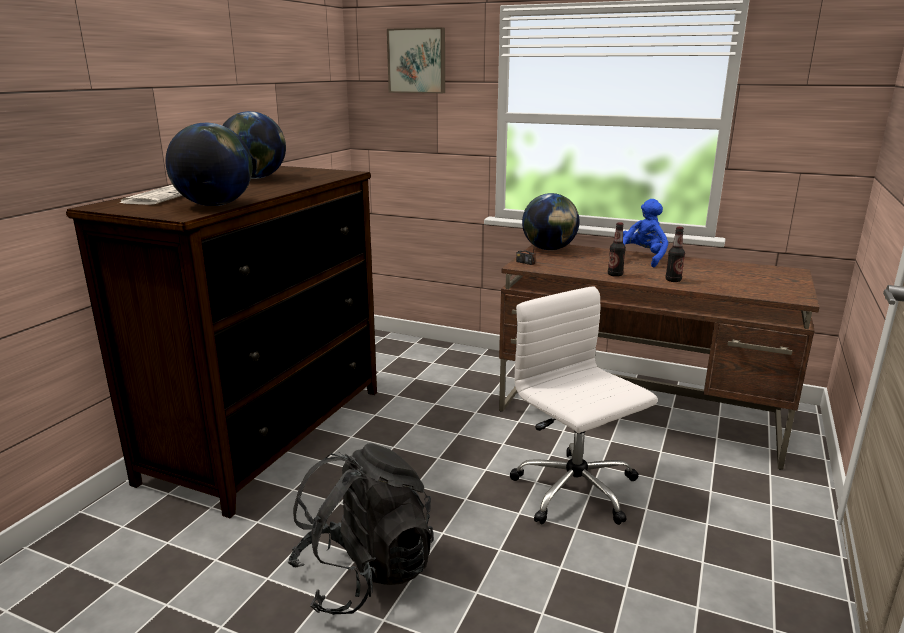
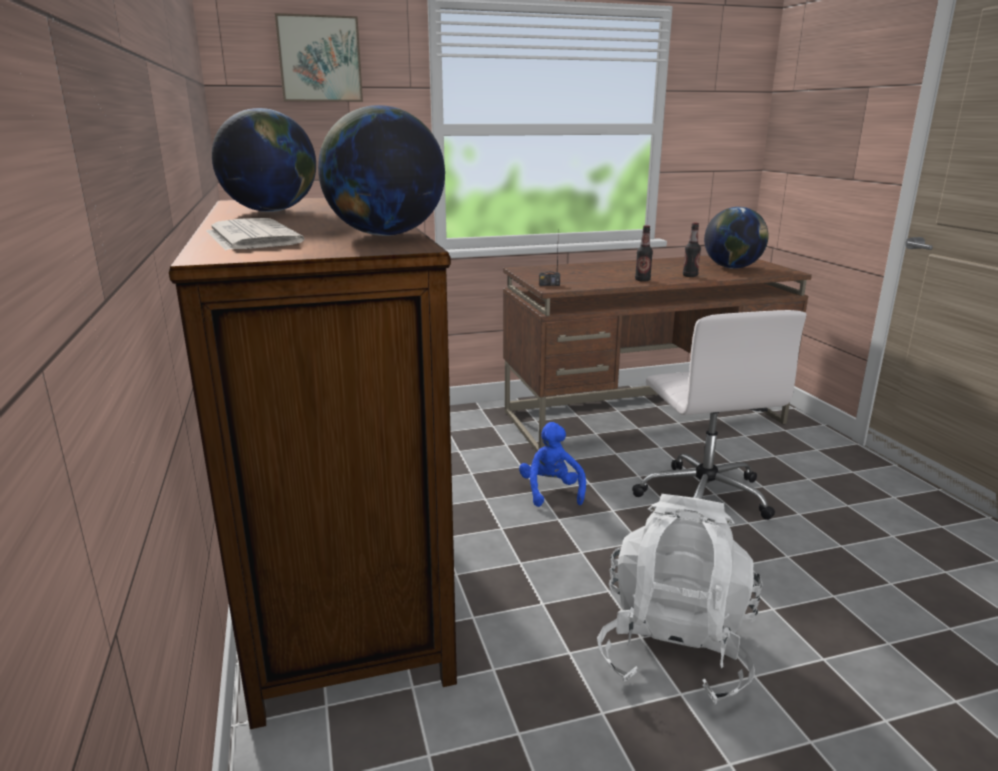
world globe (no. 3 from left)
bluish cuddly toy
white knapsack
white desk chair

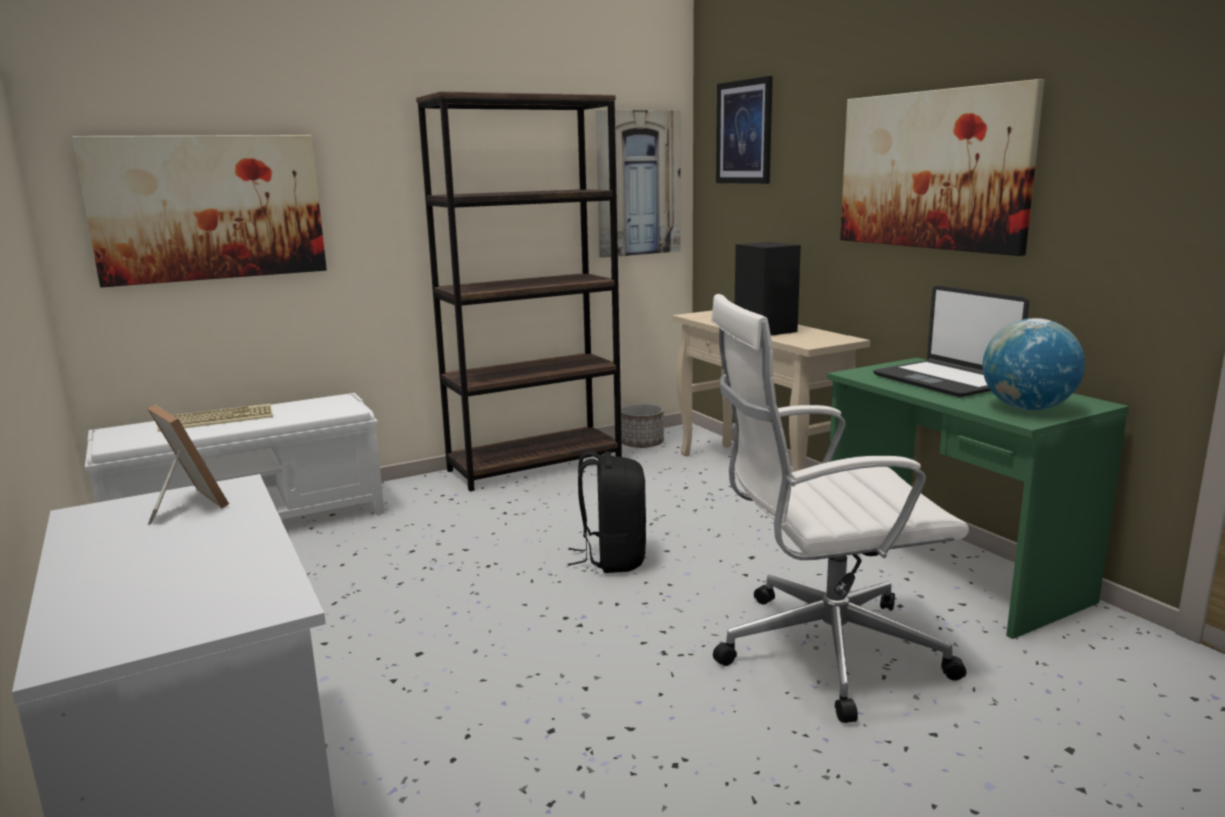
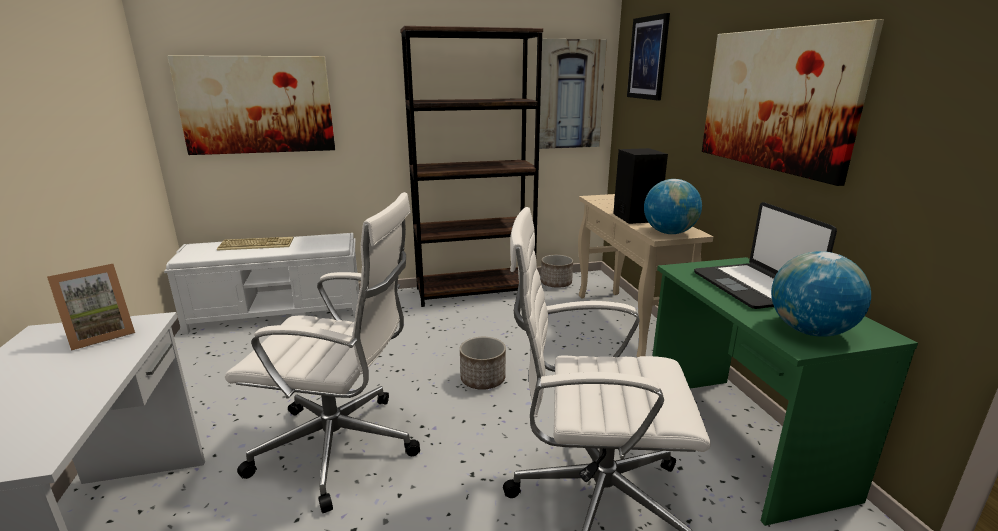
white desk chair (no. 1 from left)
world globe (no. 1 from left)
flower pot (no. 1 from left)
photo frame

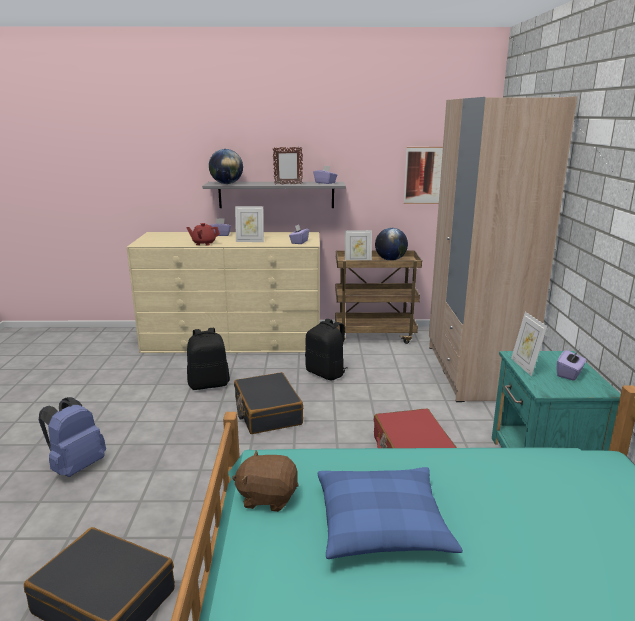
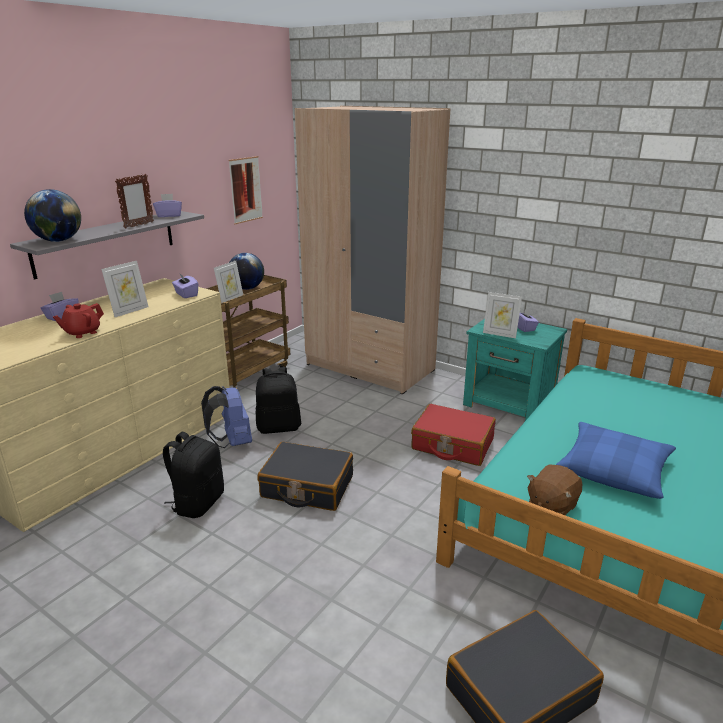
bluish knapsack

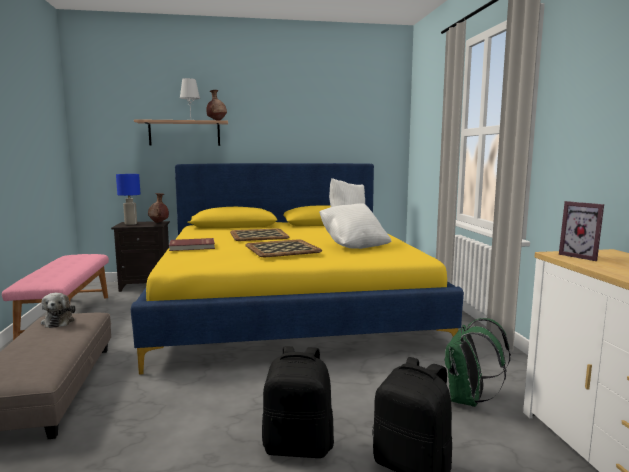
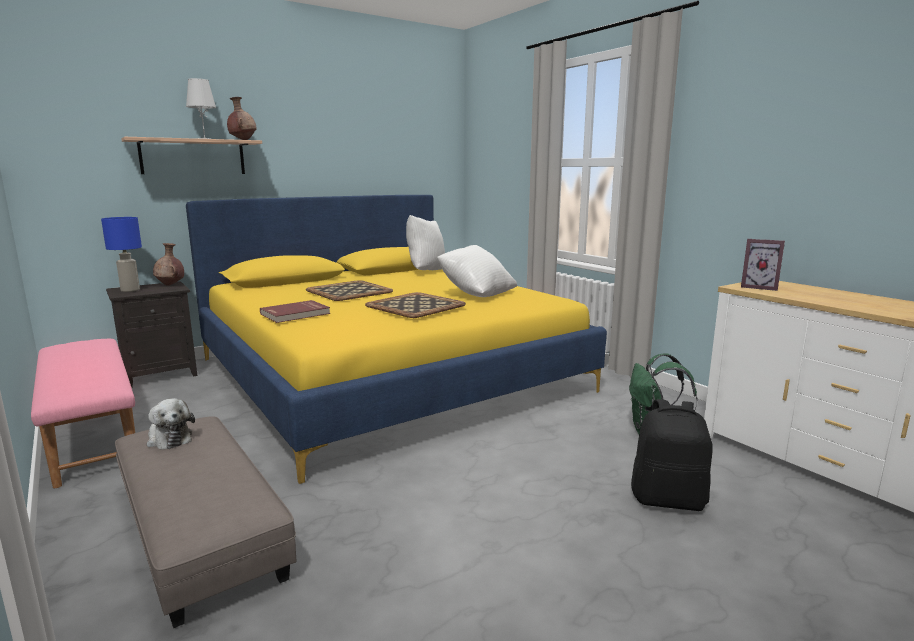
black knapsack (no. 1 from left in the first image)

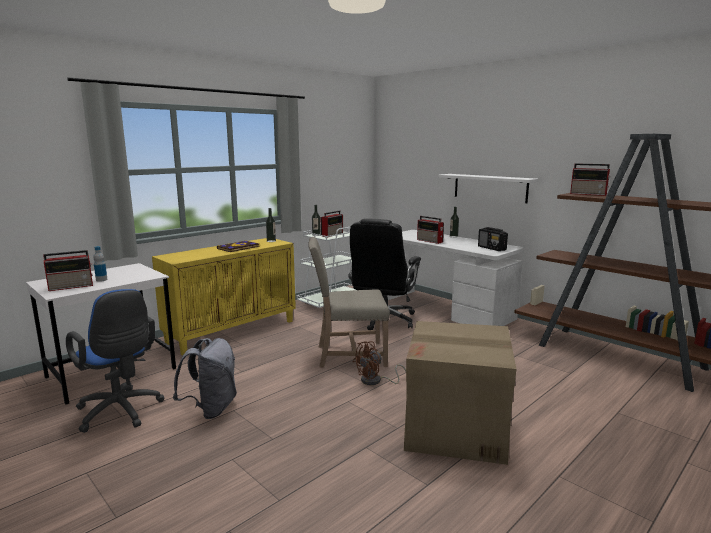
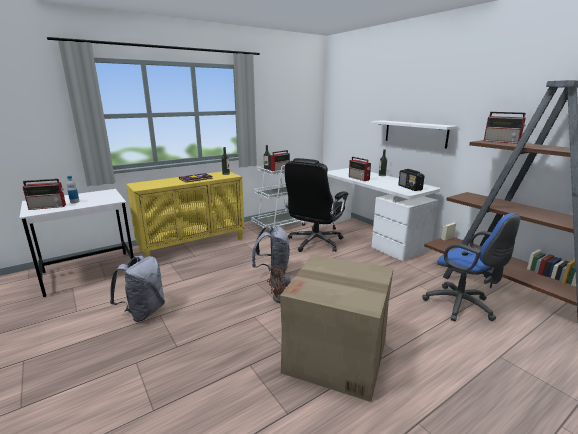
bluish desk chair
gray knapsack (no. 2 from left)

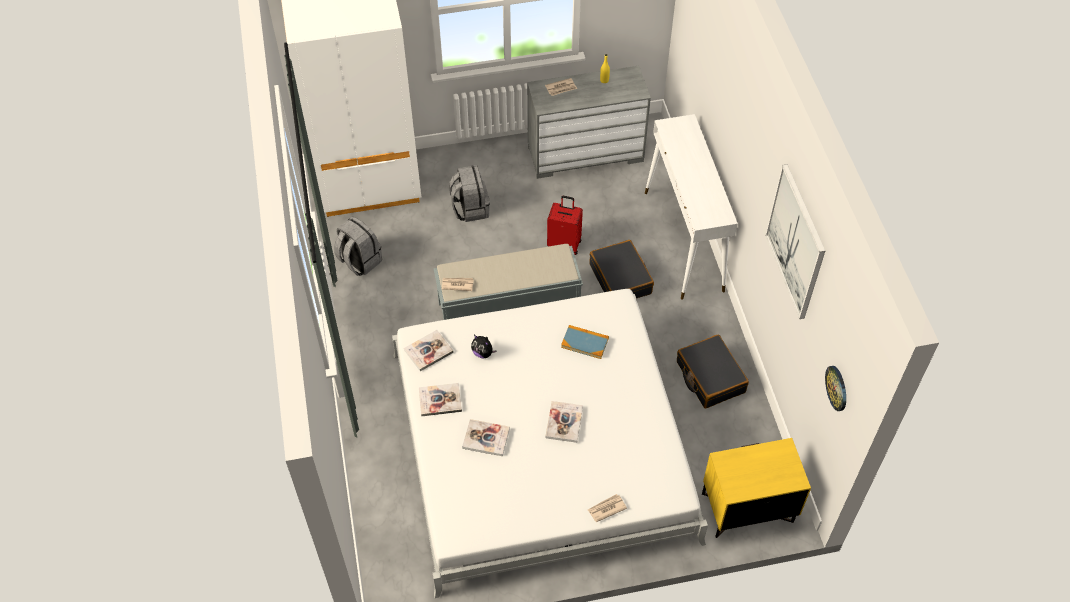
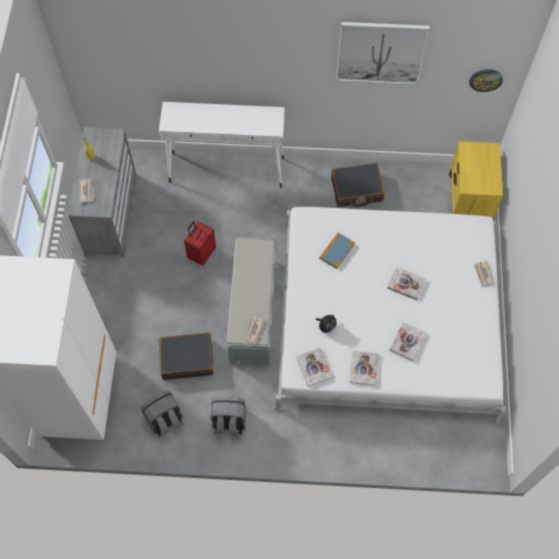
gray knapsack (no. 2 from left)
black travel case (no. 1 from left)

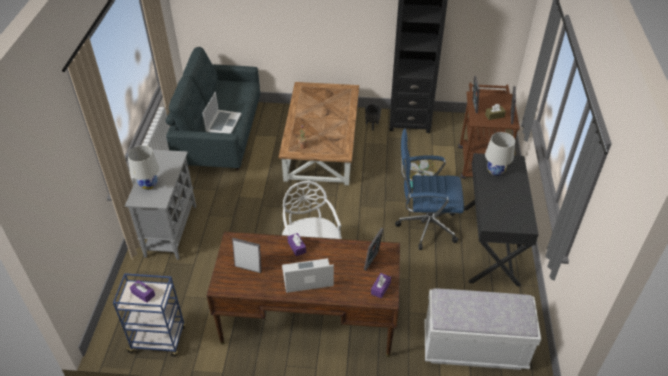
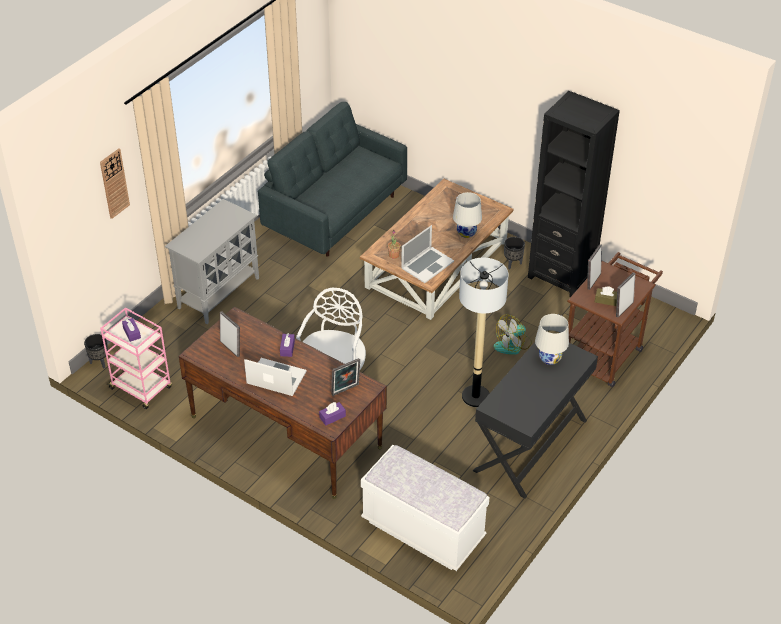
black flower pot (no. 1 from left)
wall clock
white lamp for a table (no. 1 from left)
portable computer (no. 2 from left)
standard lamp
pinkish trolley

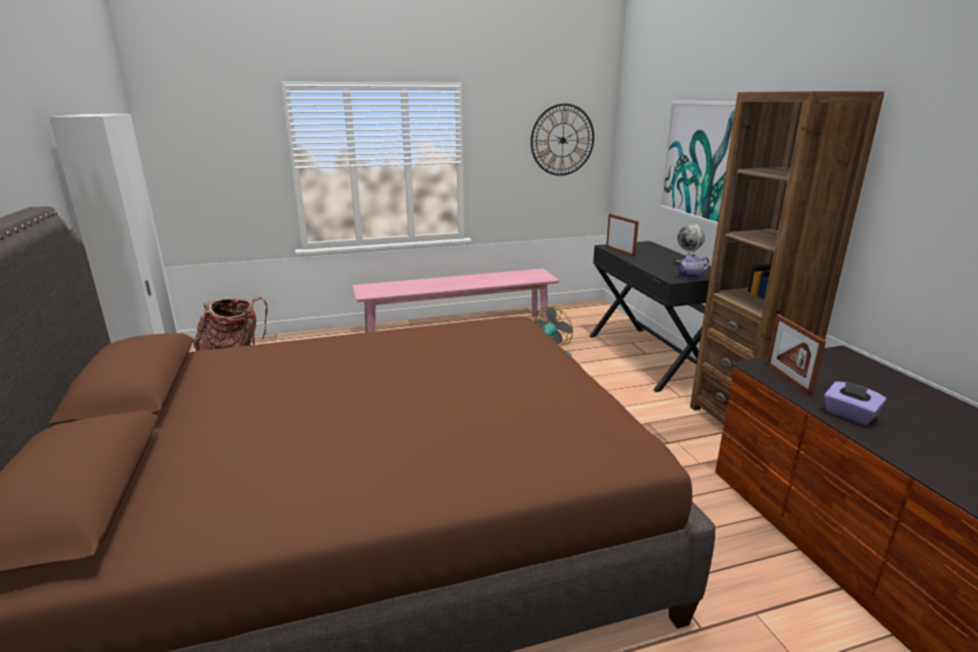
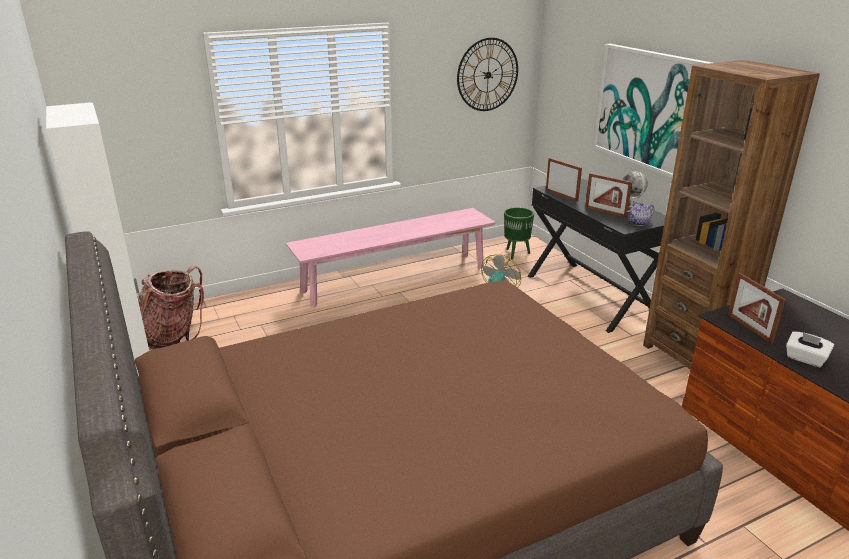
green-coloured flower pot
photo frame (no. 2 from left)
white tissue holder

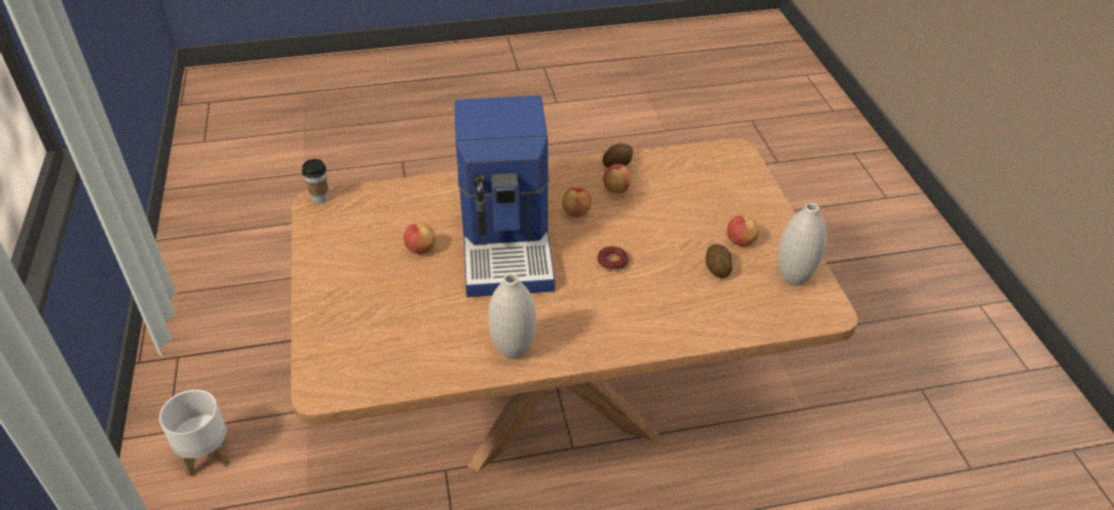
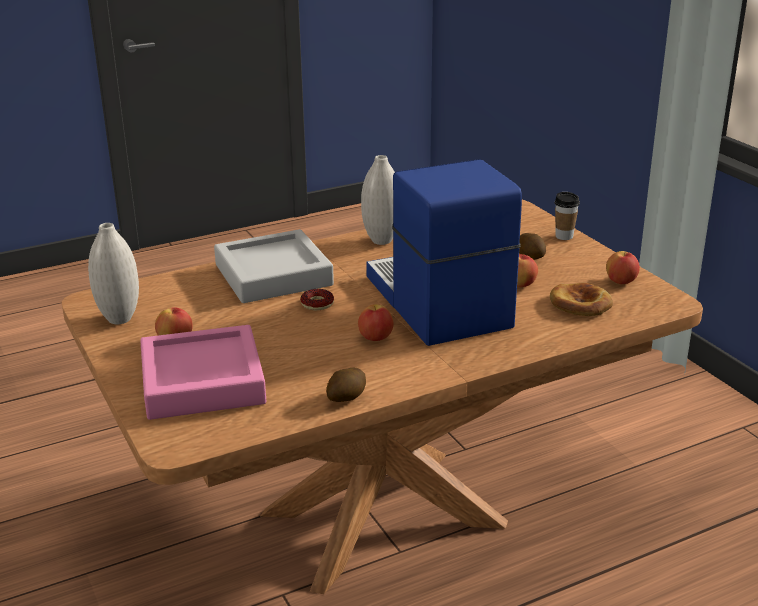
white flower pot
pinkish carrying tray
gray carrying tray
baked bread
drinking cup
whole apple (no. 4 from left)
spud (no. 2 from left)

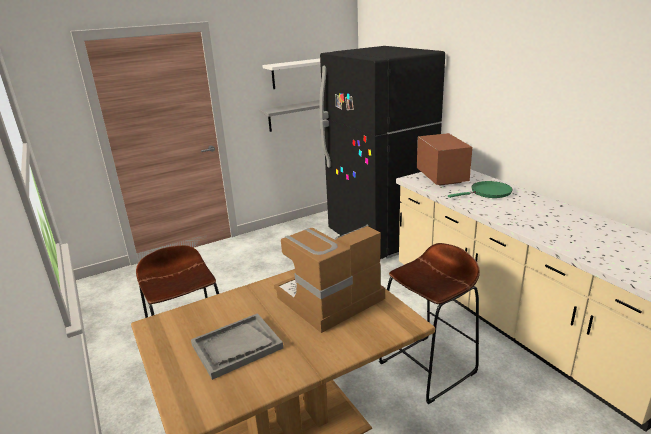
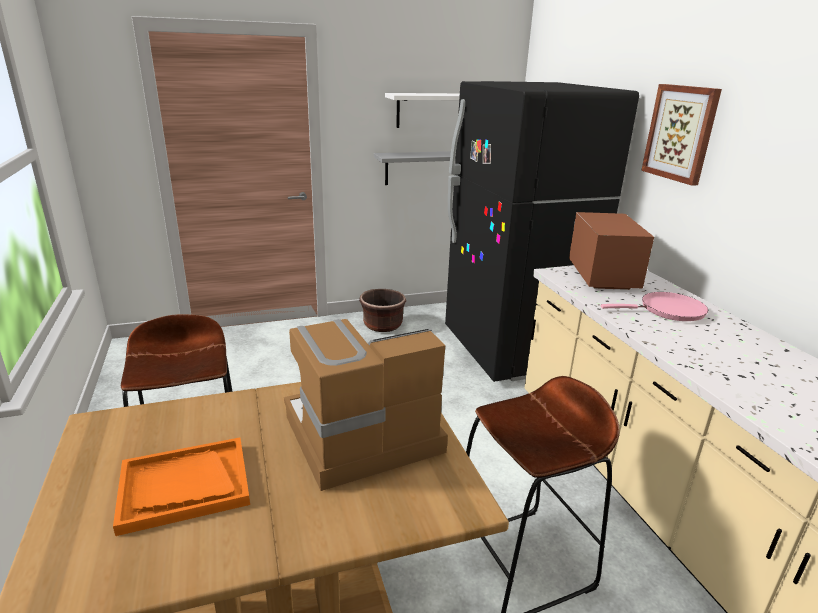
brownish flower pot
wall art
orange carrying tray
pinkish frying pan

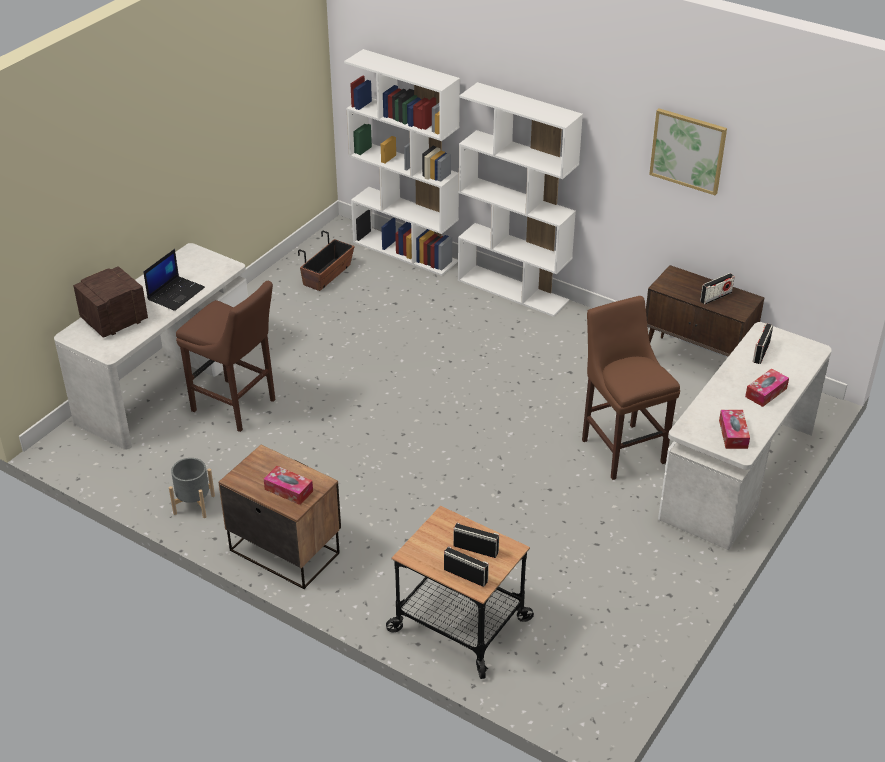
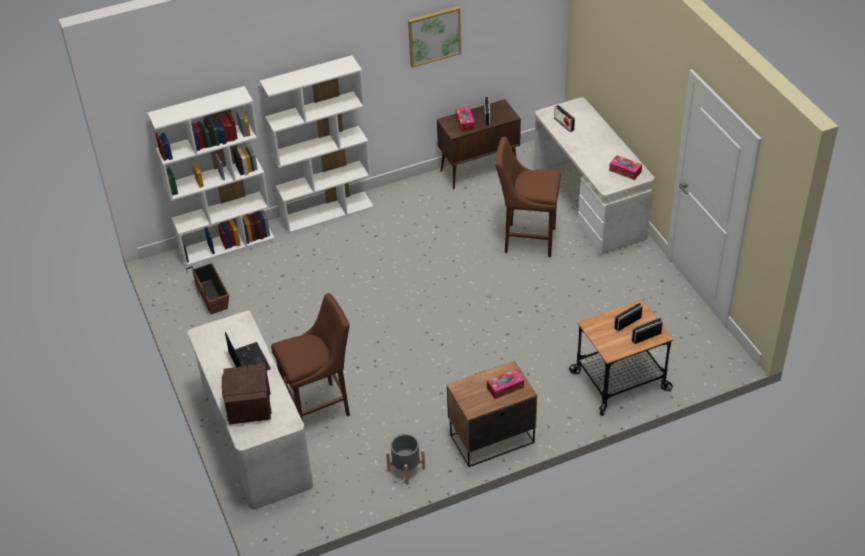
tissue holder (no. 1 from left)

